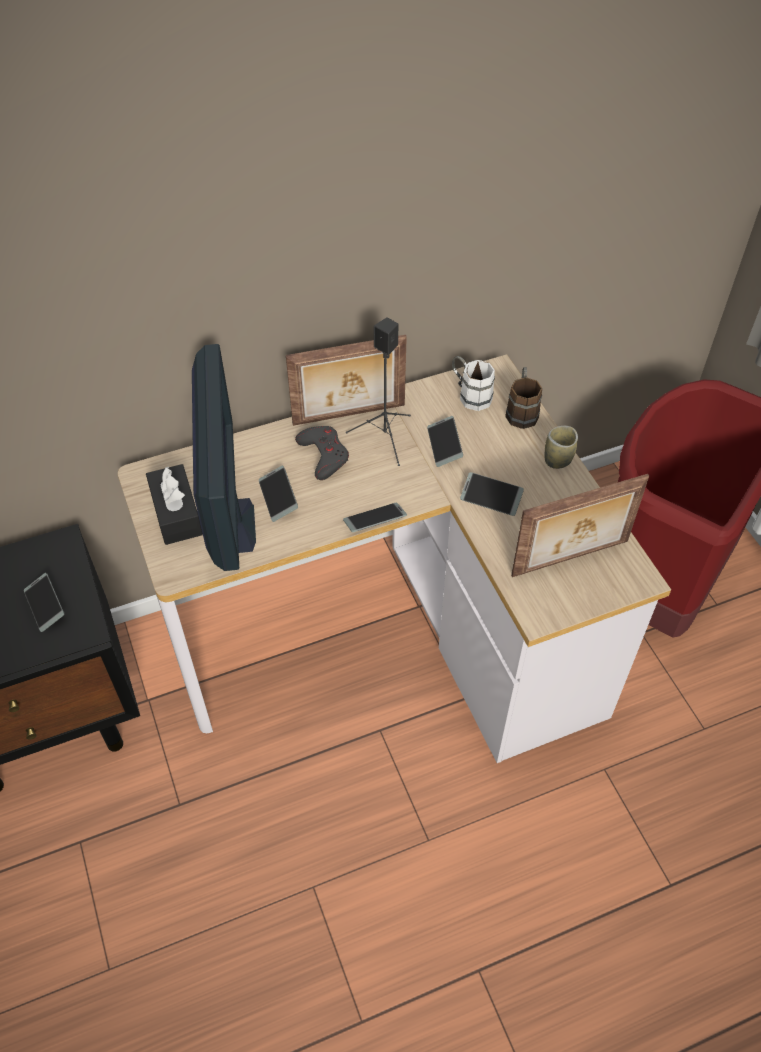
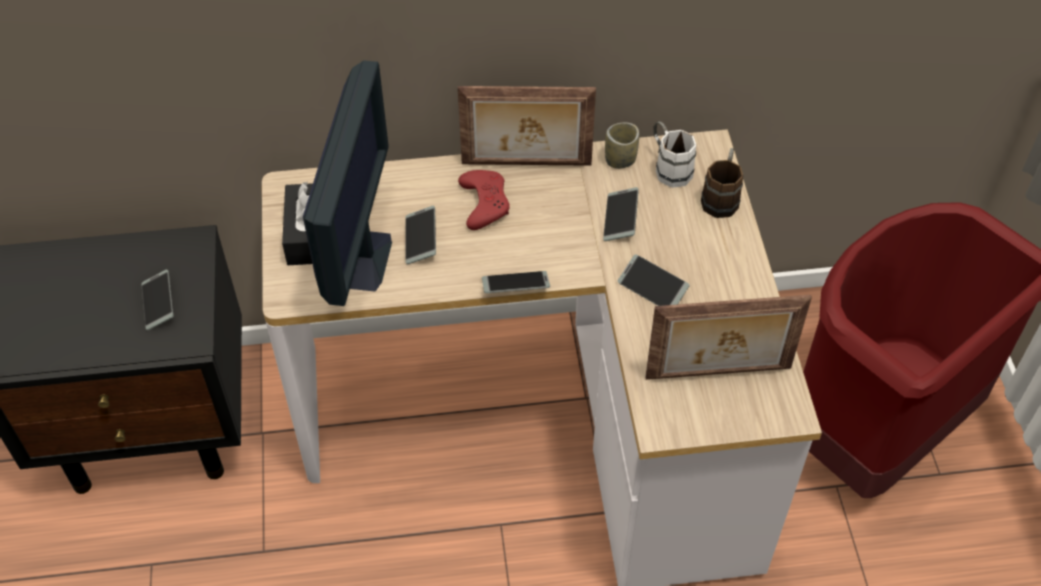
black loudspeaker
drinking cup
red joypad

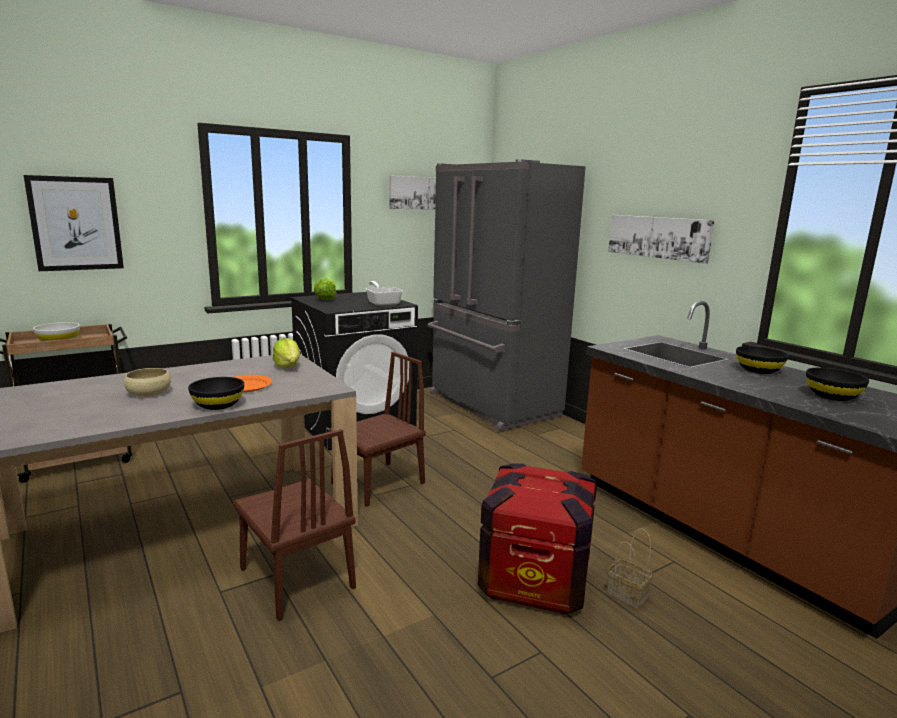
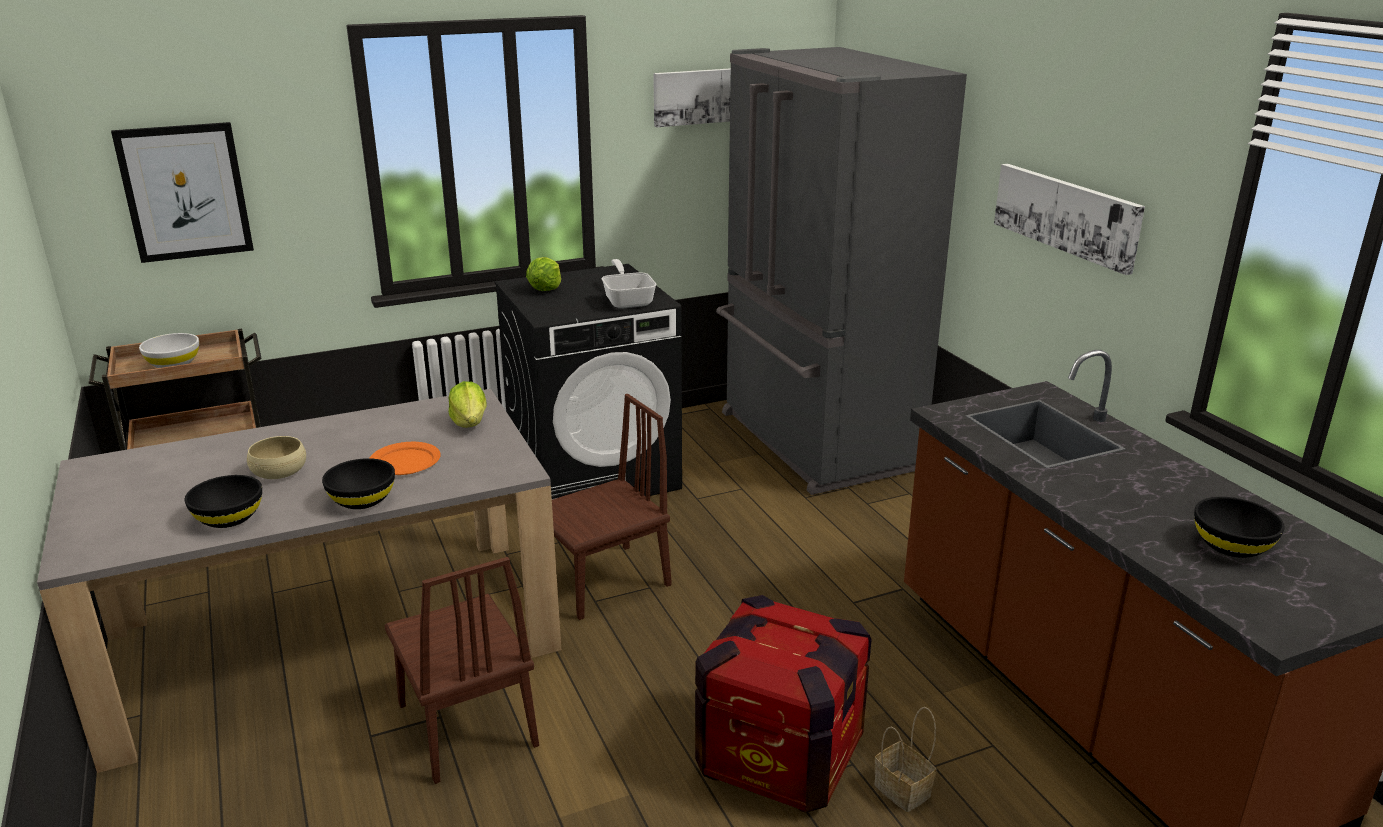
black deep dish (no. 1 from left)

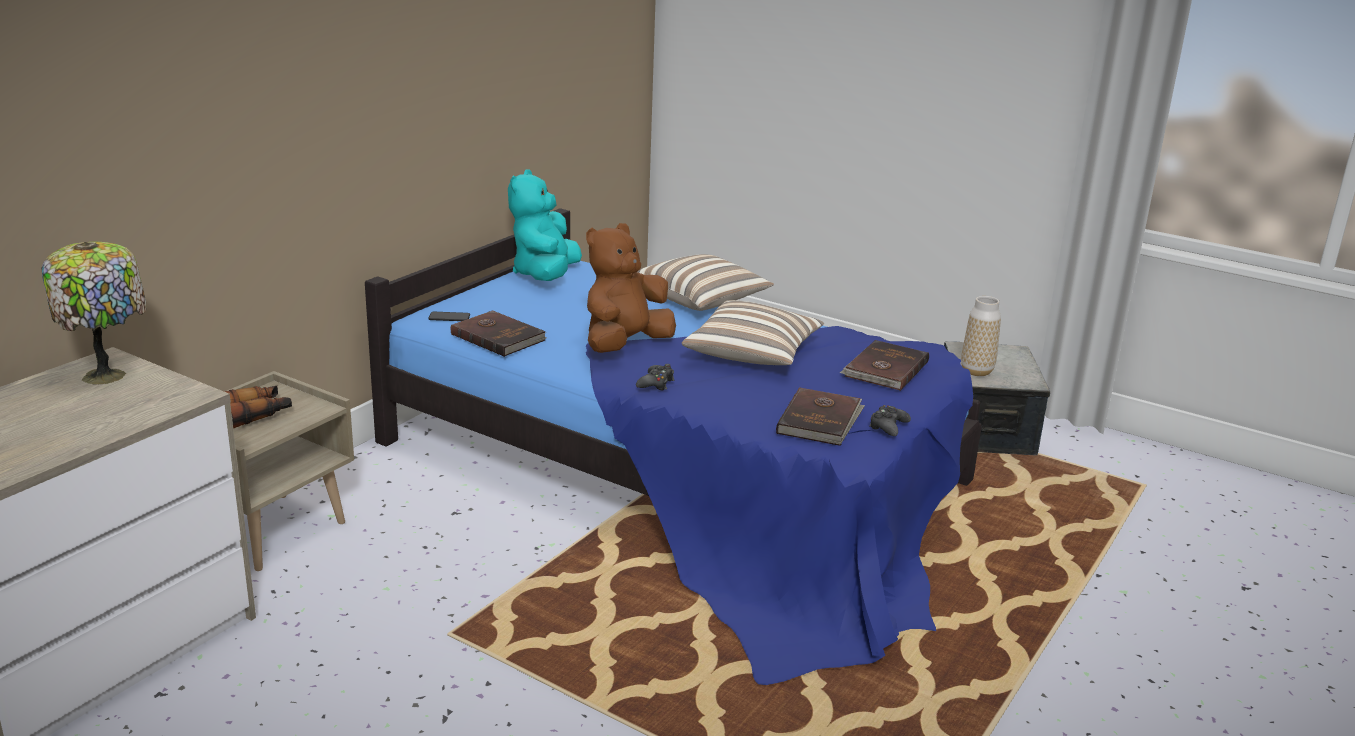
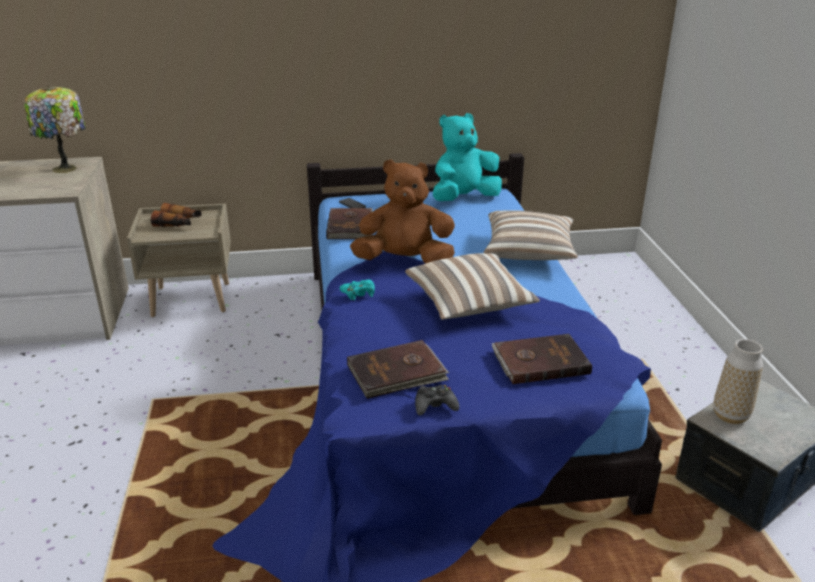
blue-green joypad

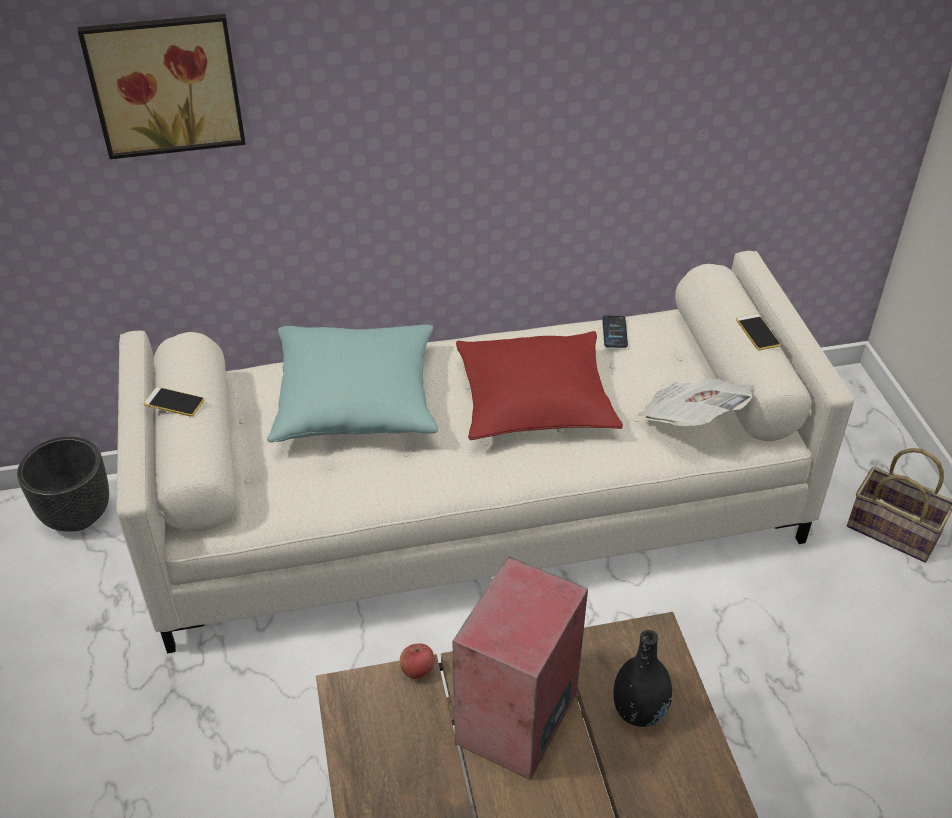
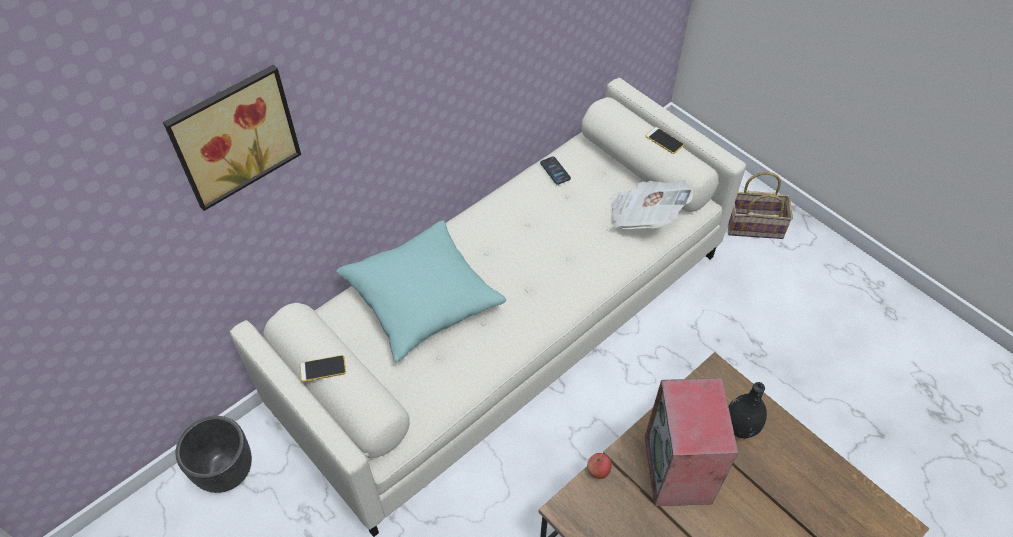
red cushion

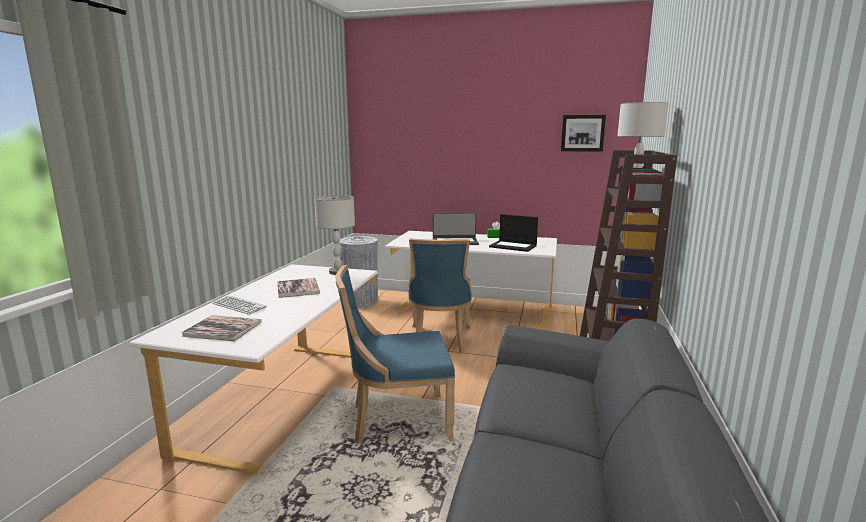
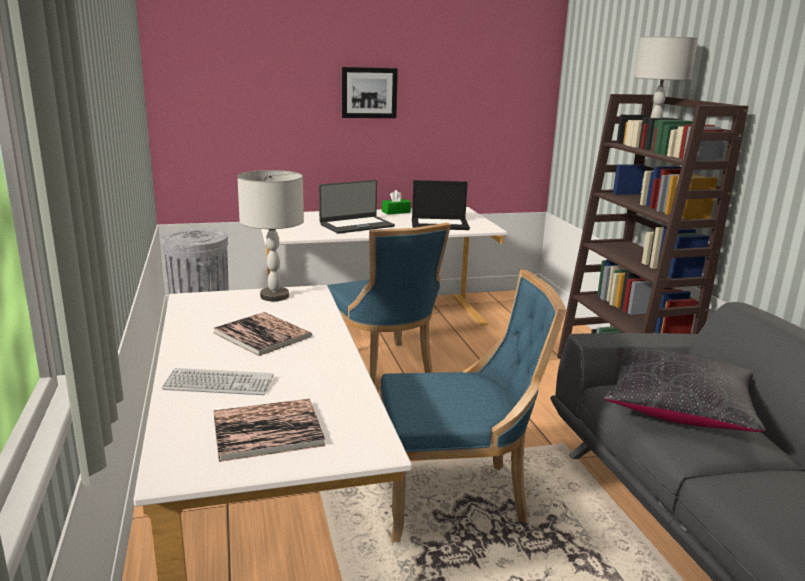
black cushion
wall art
bluish plain chair (no. 2 from left)

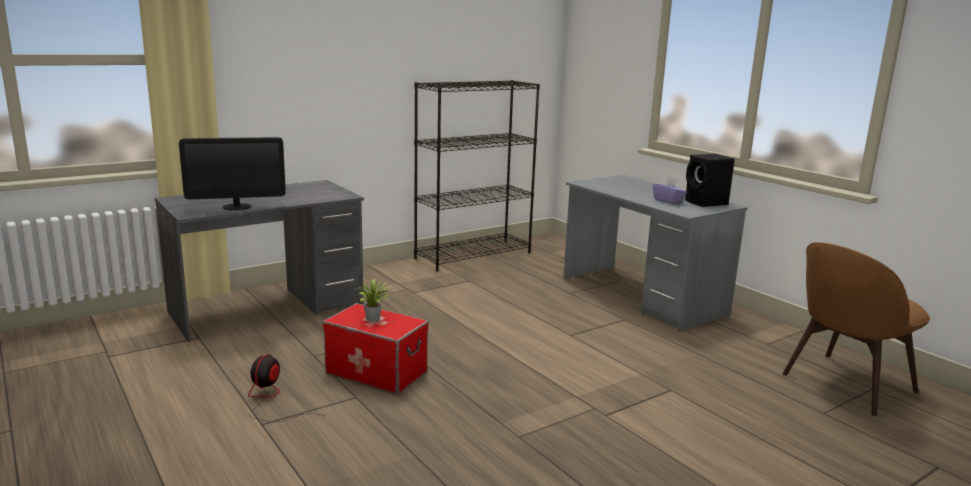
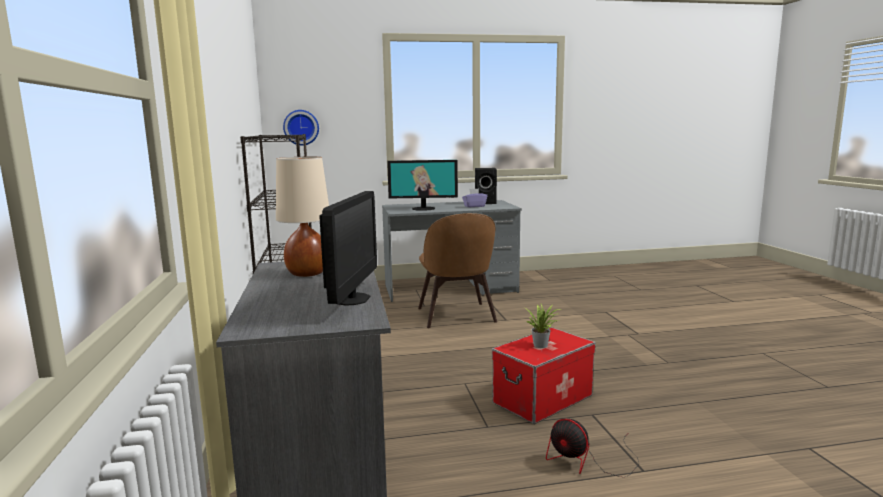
beige-coloured lamp for a table
wall clock
monitor (no. 2 from left)
brownish plain chair

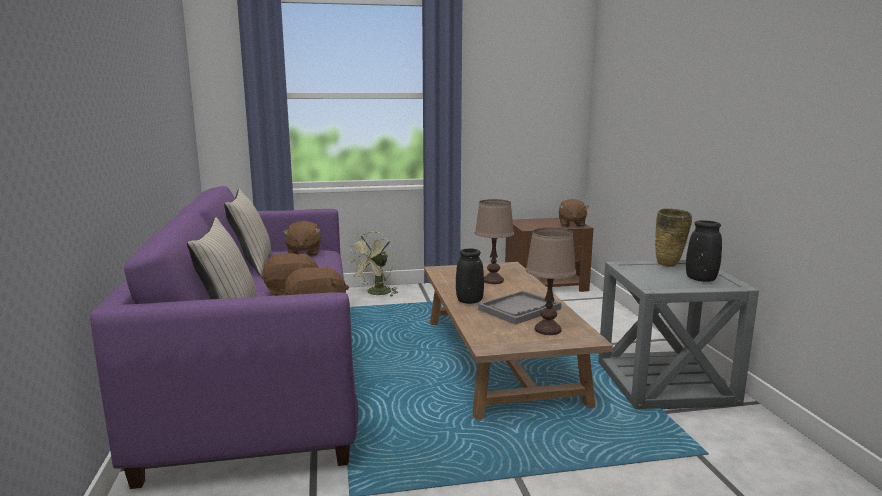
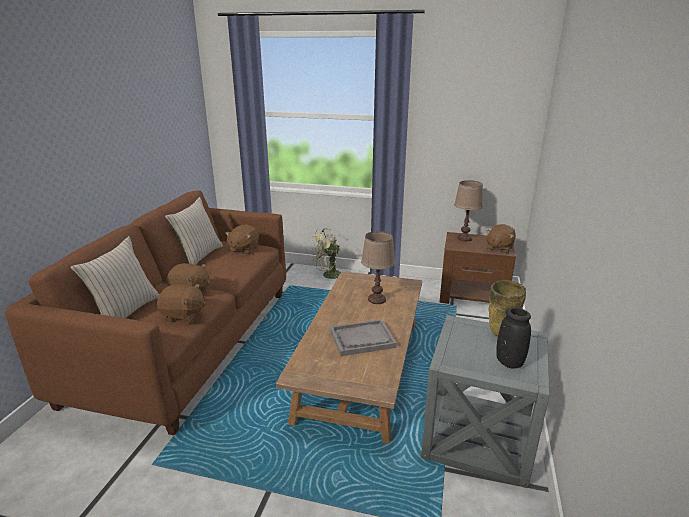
black decorative vase (no. 1 from left in the first image)
brownish lamp for a table (no. 2 from left)
brownish sofa

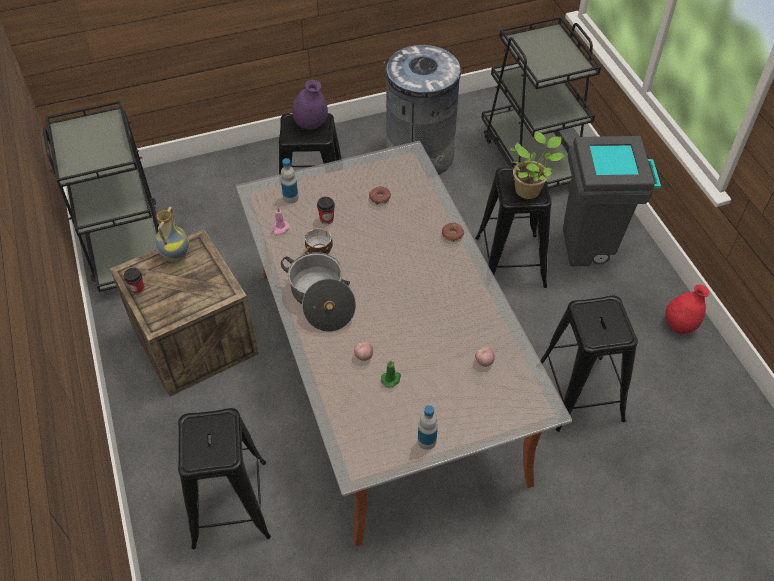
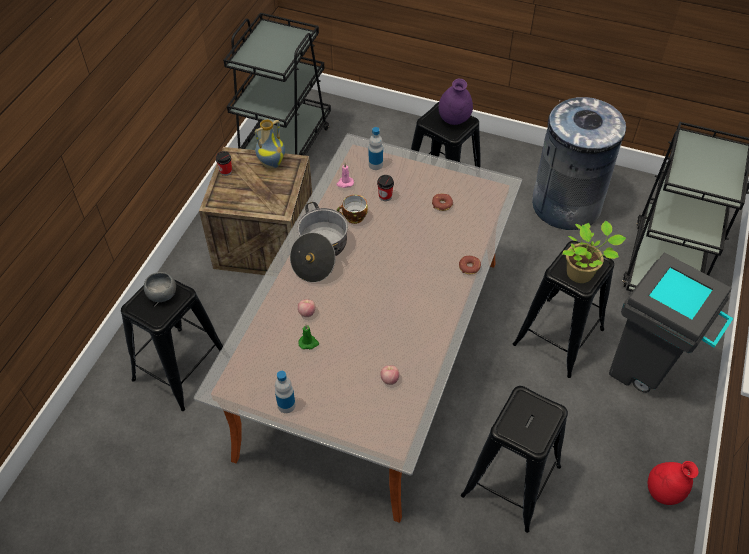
gray deep dish

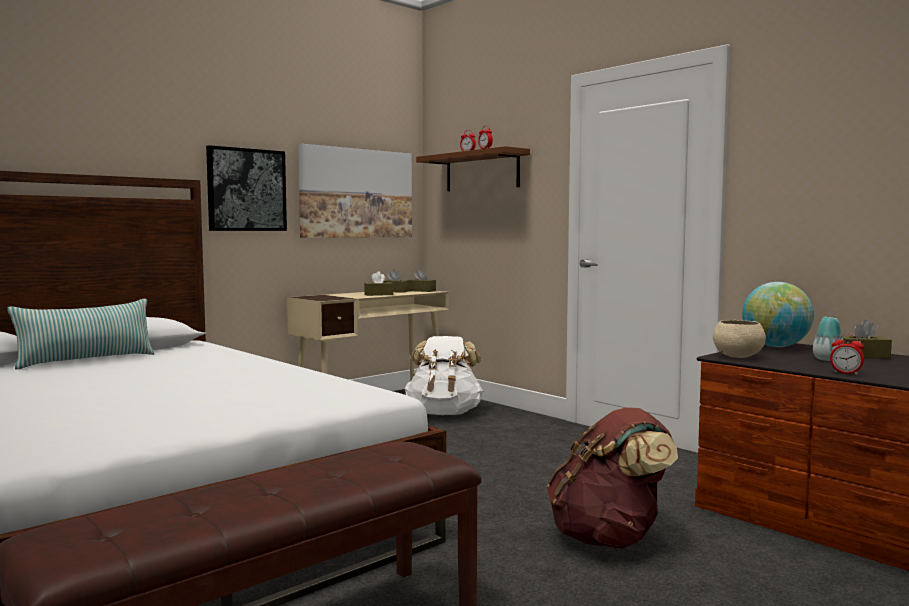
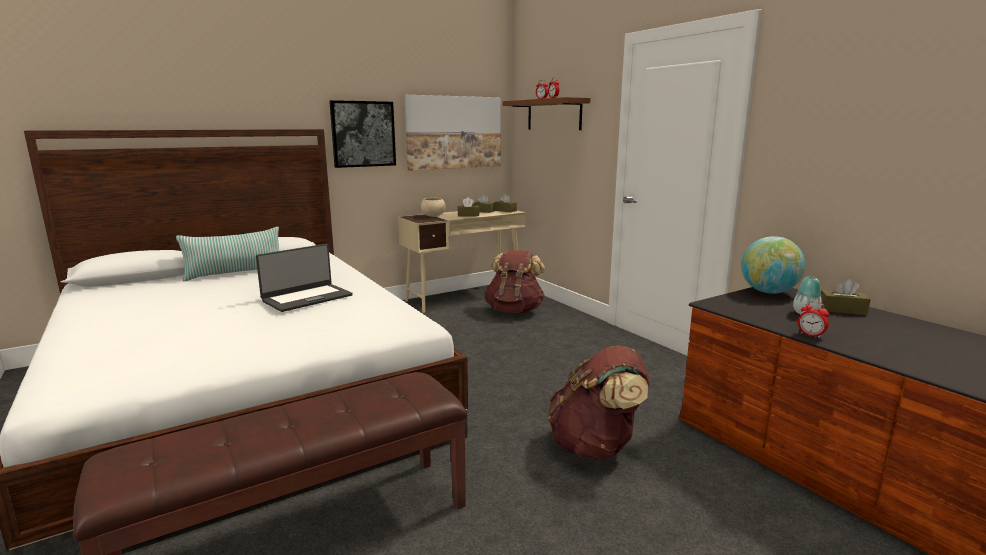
portable computer
beige-coloured deep dish
brownish knapsack (no. 1 from left)

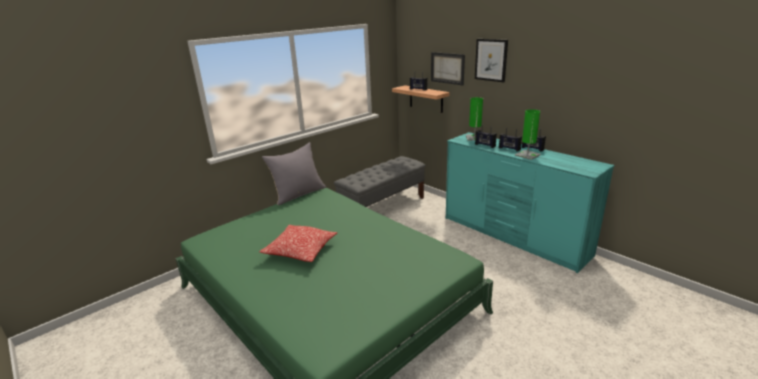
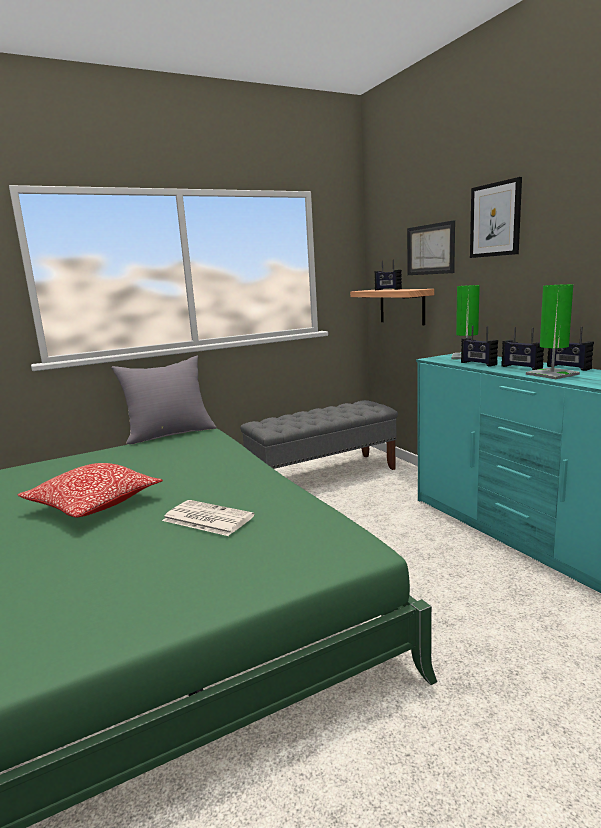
newspaper

